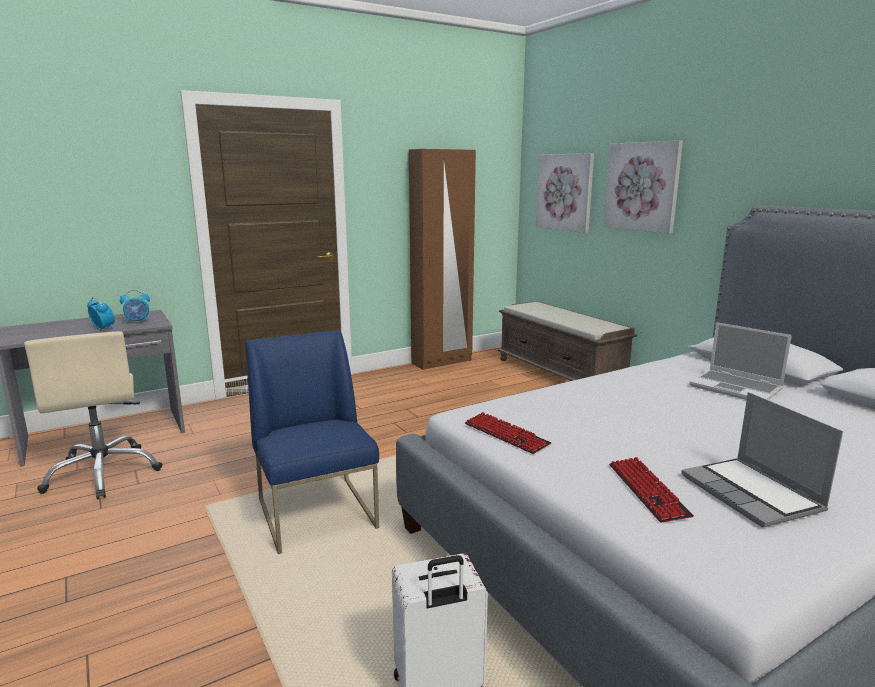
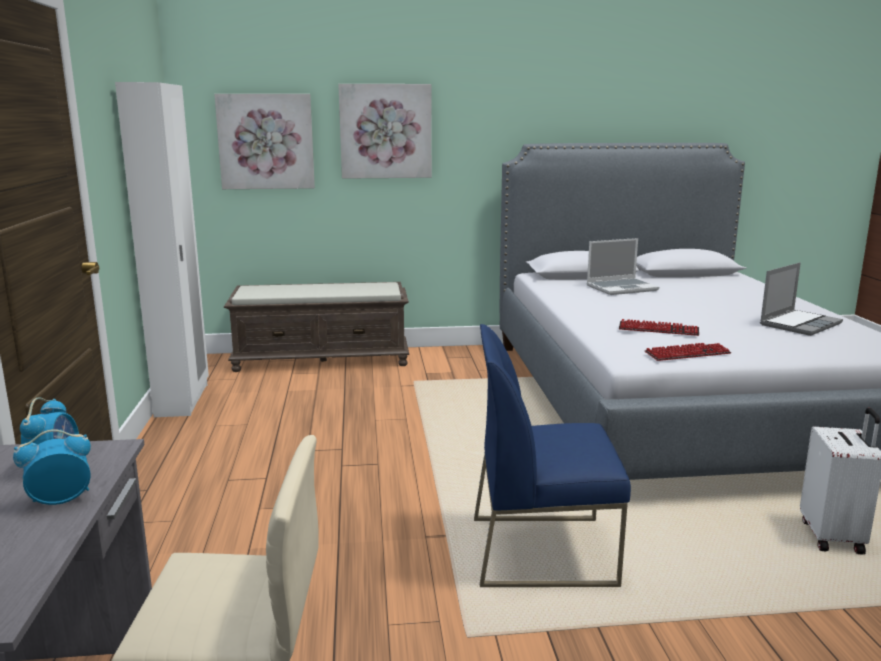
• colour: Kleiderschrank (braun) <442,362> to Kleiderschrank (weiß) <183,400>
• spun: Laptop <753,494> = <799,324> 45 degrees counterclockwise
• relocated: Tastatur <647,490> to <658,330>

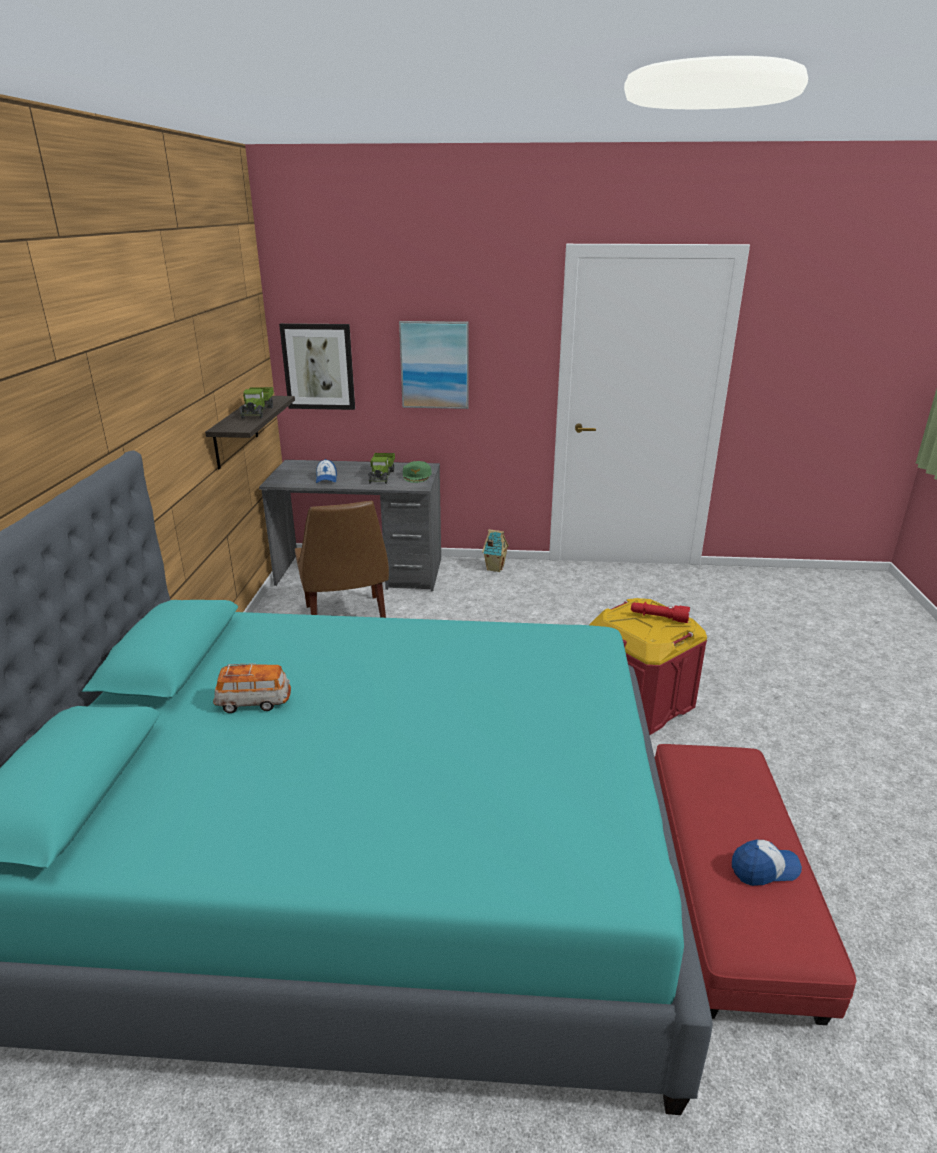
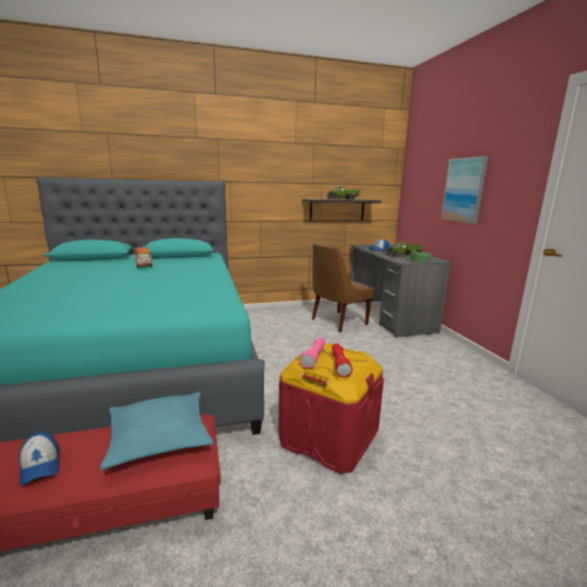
• missing: Bild <318,366>
• missing: Spielzeughaus <494,568>
• appeared: Taschenlampe (rosa) <314,357>
• appeared: Kissen (türkis) <159,437>

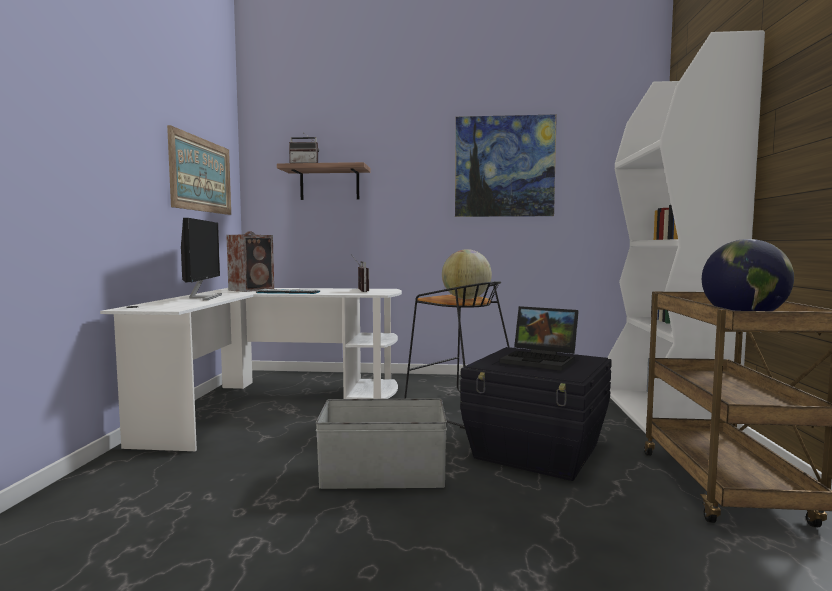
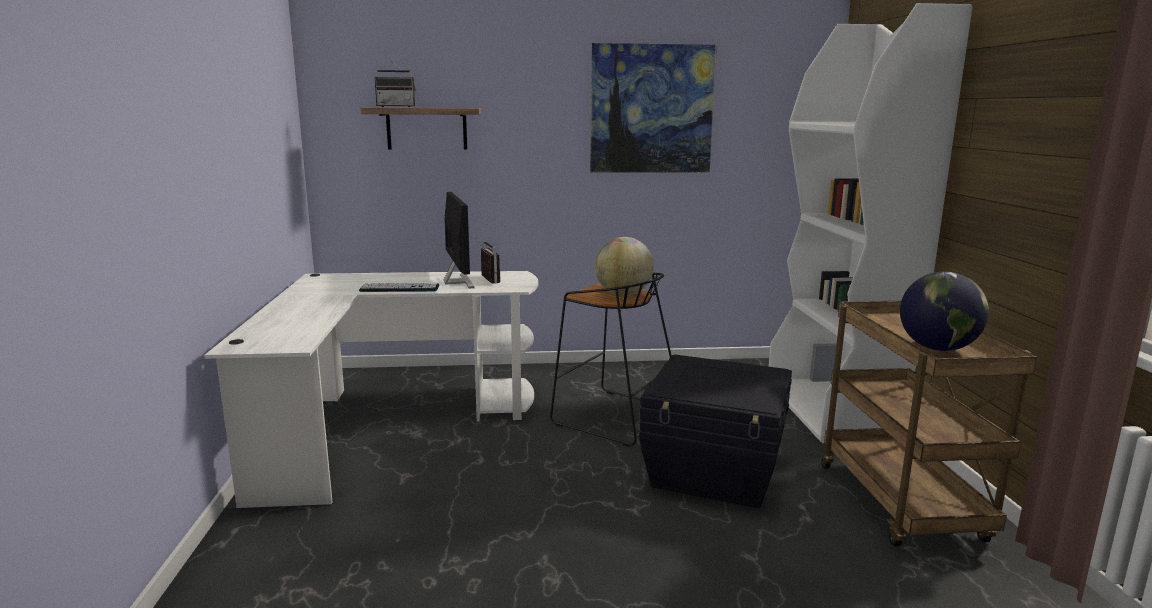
• missing: Bild <201,175>
• relocated: Monitor <203,297> to <457,282>
• missing: Lautsprecher <253,290>
• missing: Laptop <541,360>
• missing: Aufbewahrungsbox (grau) <382,474>

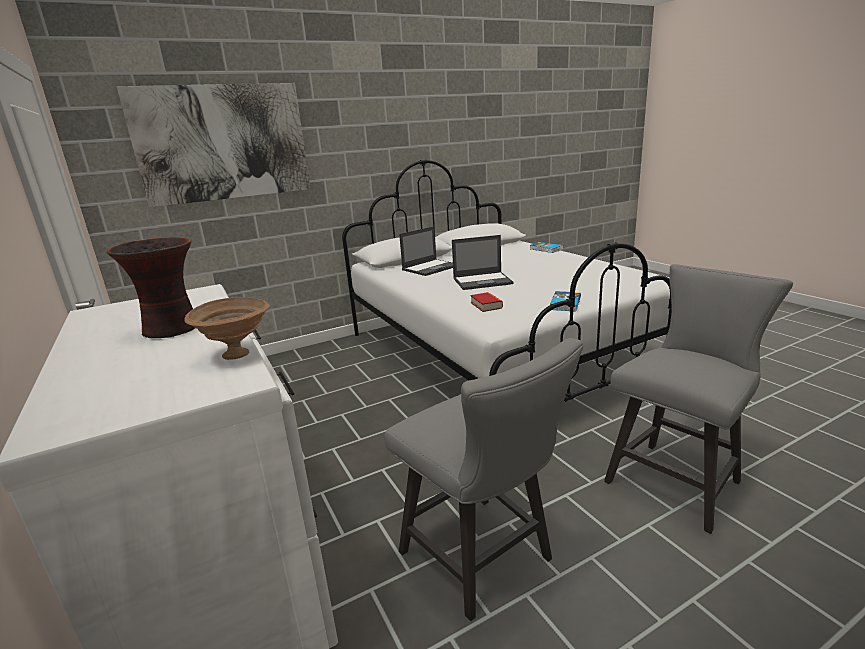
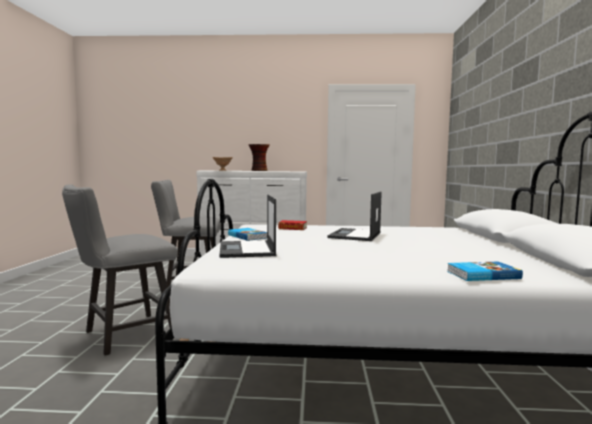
• missing: Bild <223,143>
• relocated: Laptop <431,267> to <247,250>
• spun: Stuhl (grau) <678,478> = <123,335> 60 degrees clockwise

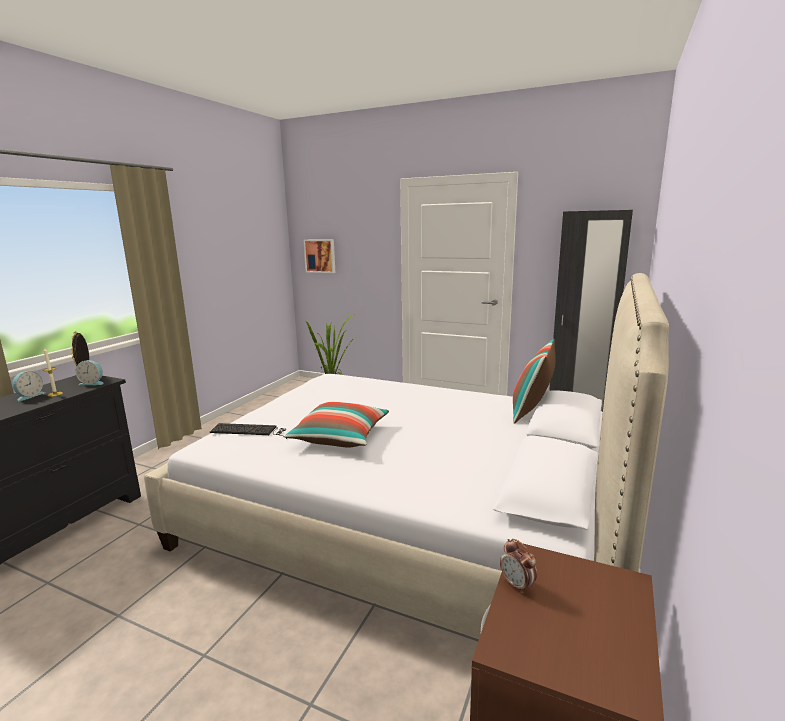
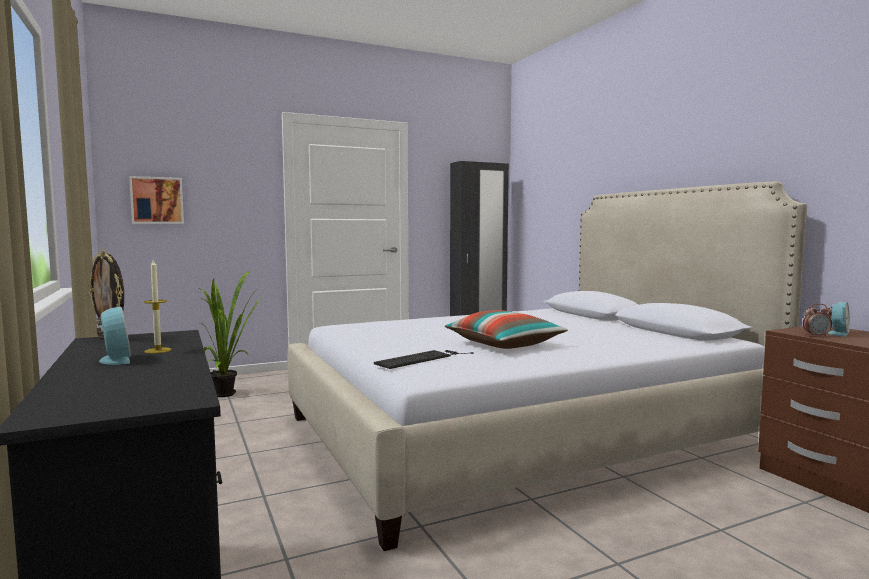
• missing: Kissen <532,411>
• relocated: Wecker <93,383> to <837,333>

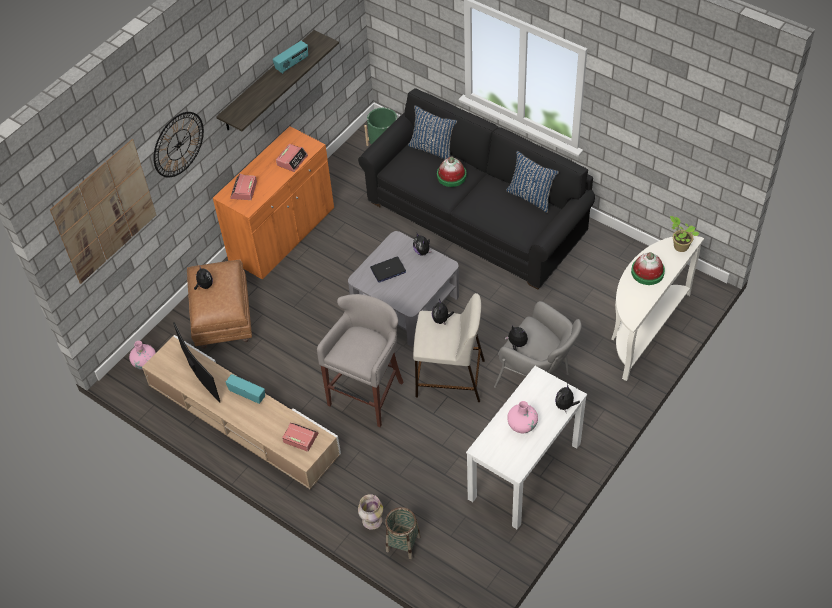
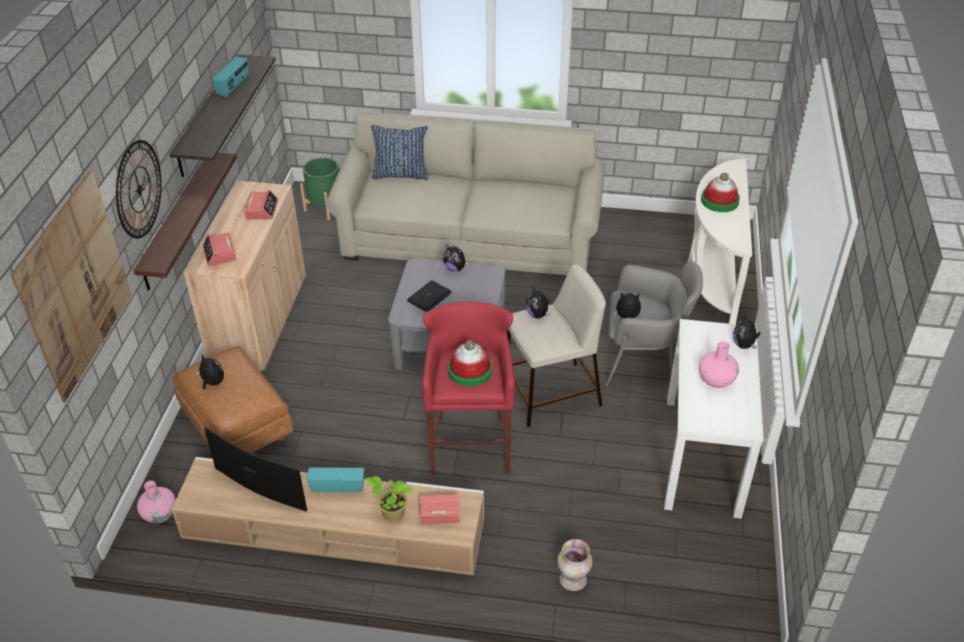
• colour: Sofa (schwarz) <477,218> to Sofa (beige) <470,239>
• colour: Schrank (orange) <282,234> to Schrank (beige) <259,319>
• missing: Kissen (blau) <531,197>
• relocated: Hut <451,176> to <470,370>
• relocated: Topfpflanze <679,246> to <391,513>
• colour: Hocker (grau) <368,393> to Hocker (rot) <470,442>
• missing: Korb <403,543>
• appeared: Wandregal <177,221>

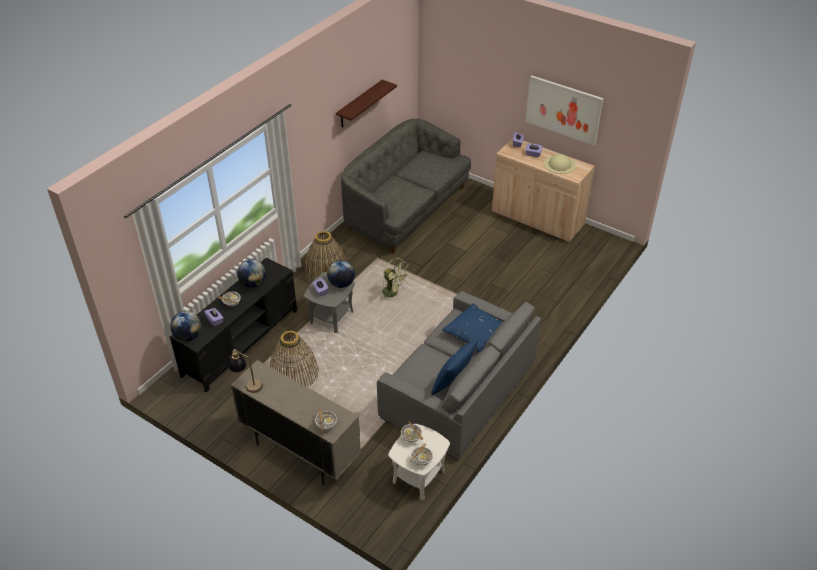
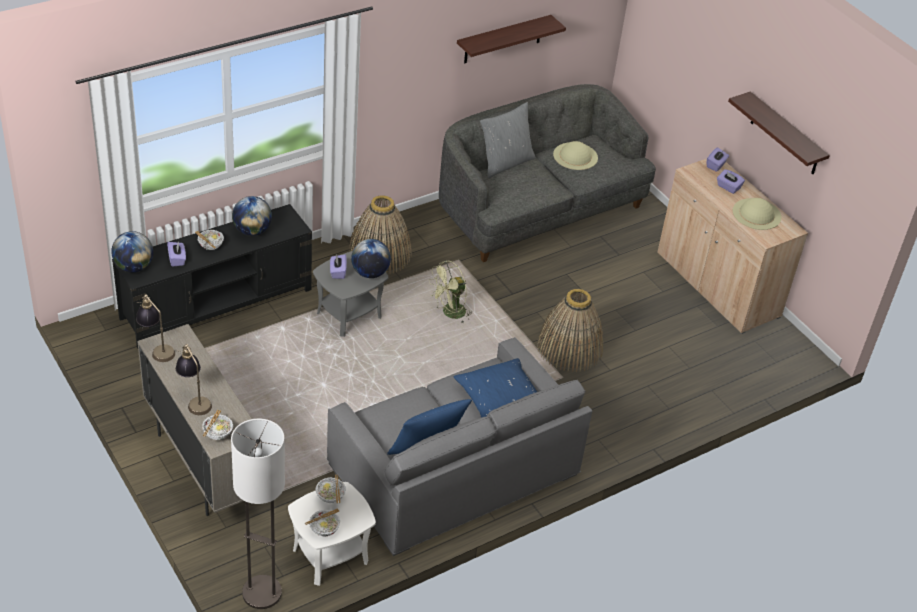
• exchanged: Bild <563,109> to Wandregal <785,135>
• spun: Ventilator (grün) <393,293> = <450,314> 90 degrees clockwise
• relocated: Korb <294,373> to <569,348>
• appeared: Kissen (grau) <505,163>
• appeared: Hut (beige) <575,156>
• appeared: Tischlampe <194,400>
• appeared: Stehlampe <261,593>

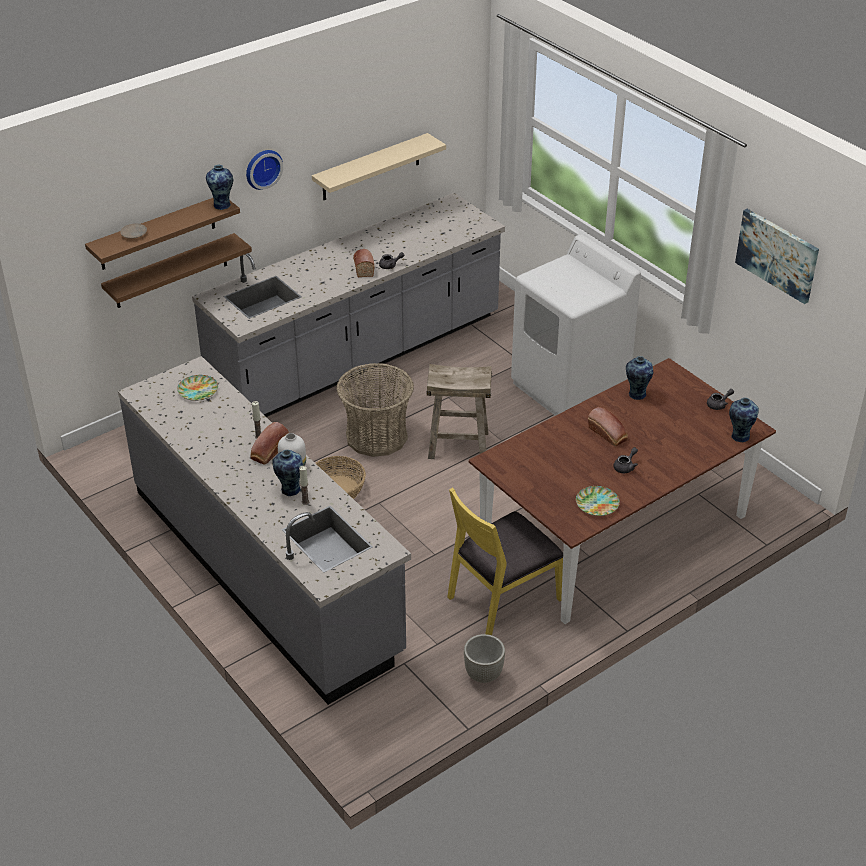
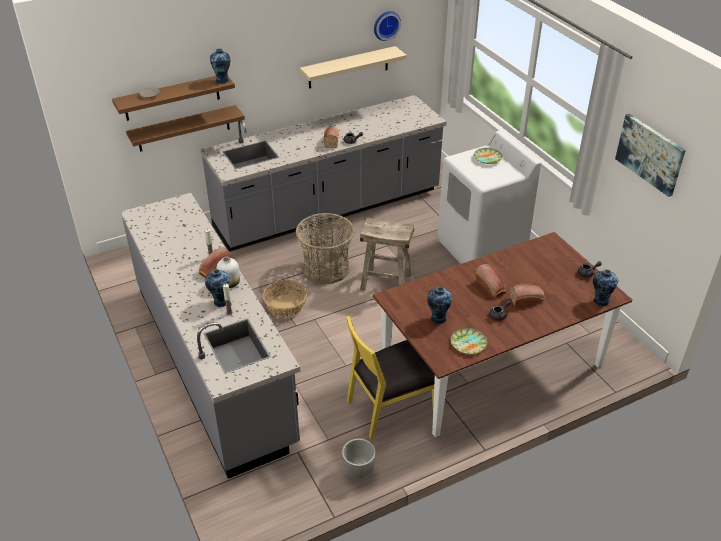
• relocated: Wanduhr <262,168> to <386,25>
• relocated: Vase <636,394> to <437,318>
• relocated: Teller <198,390> to <488,158>
• appeared: Brot <527,299>

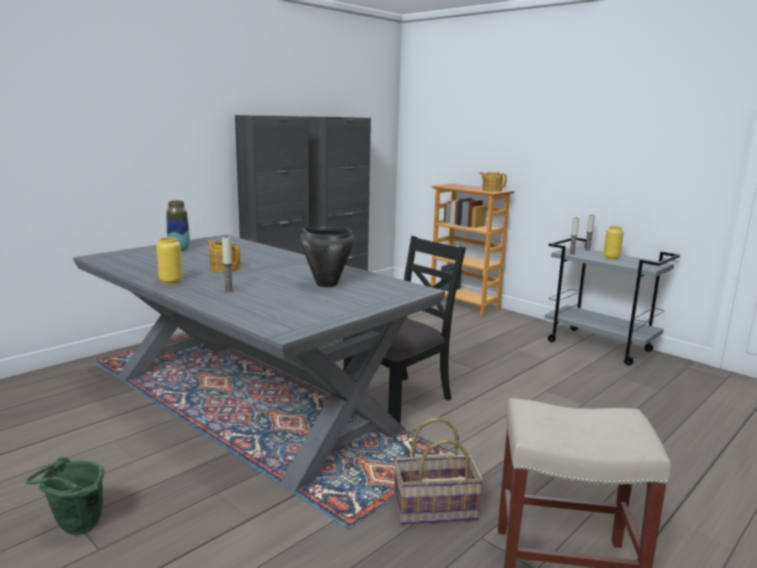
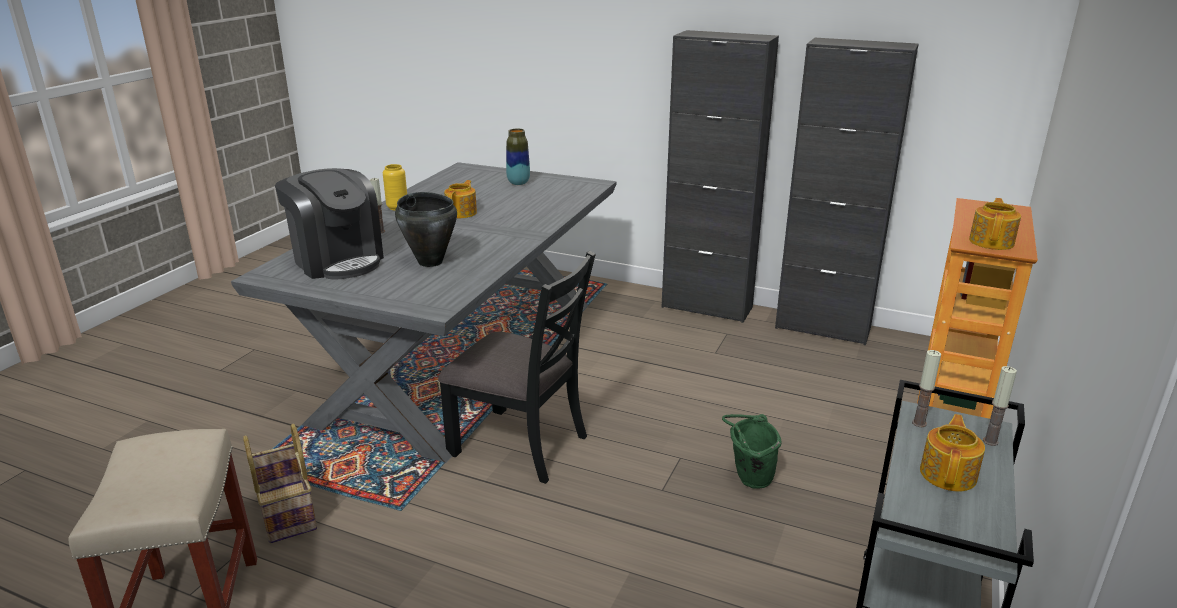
• exchanged: Vase (gelb) <611,258> to Teekanne <949,474>
• relocated: Eimer (grün) <75,528> to <748,479>
• appeared: Kaffeemaschine <337,260>

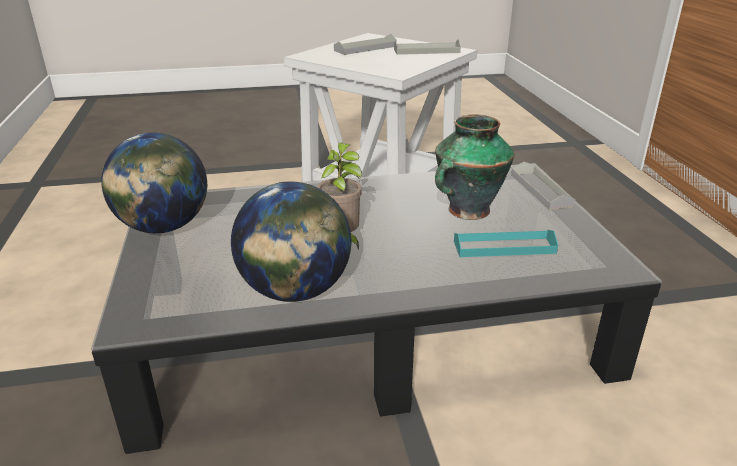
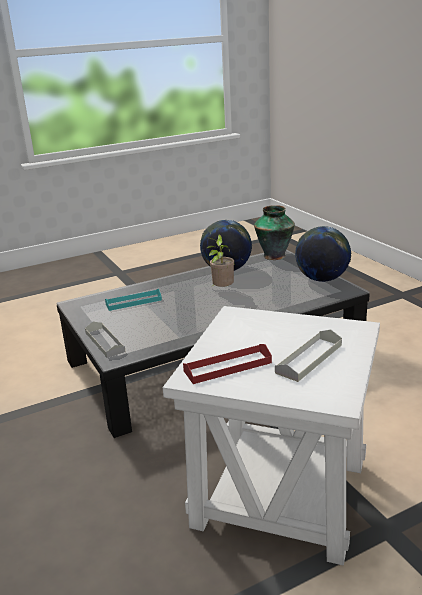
• colour: Tablett (grau) <426,51> to Tablett (rot) <227,367>
• relocated: Vase <467,211> to <275,255>

